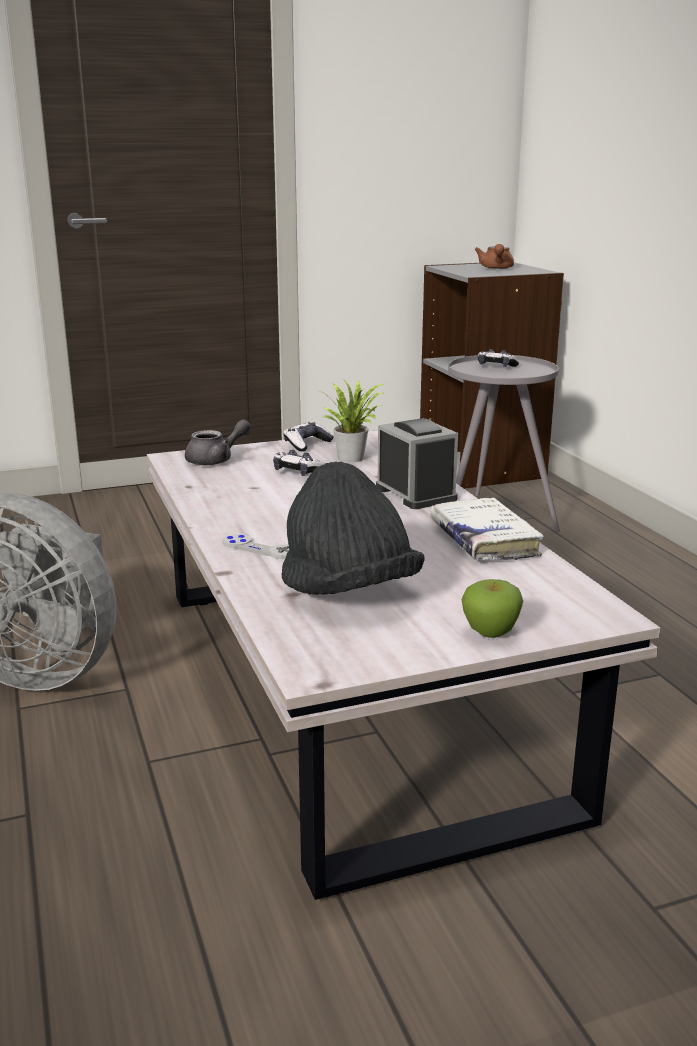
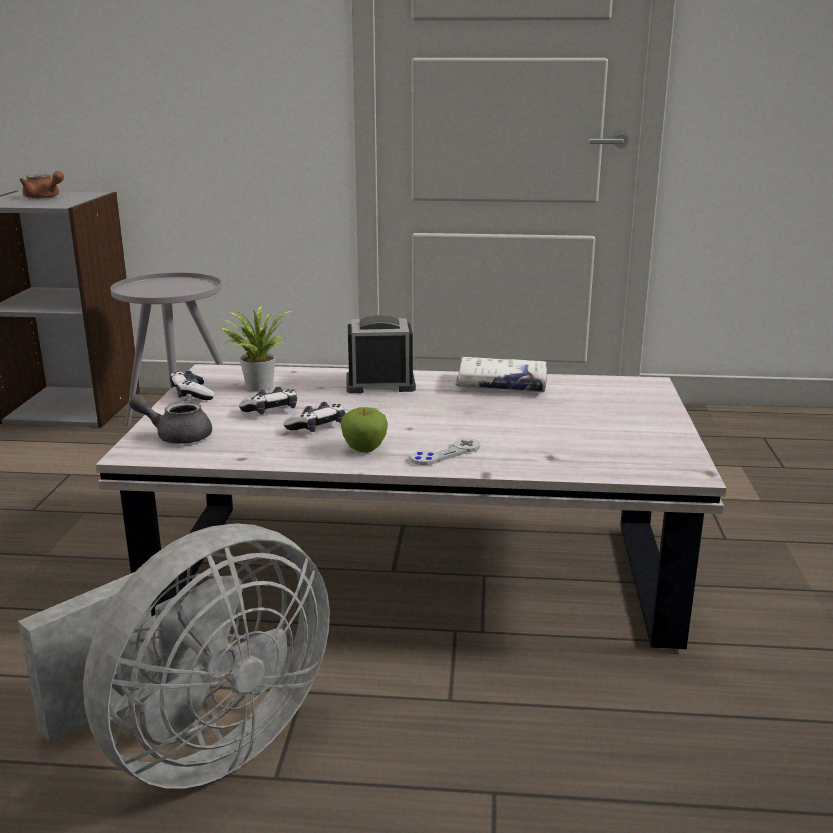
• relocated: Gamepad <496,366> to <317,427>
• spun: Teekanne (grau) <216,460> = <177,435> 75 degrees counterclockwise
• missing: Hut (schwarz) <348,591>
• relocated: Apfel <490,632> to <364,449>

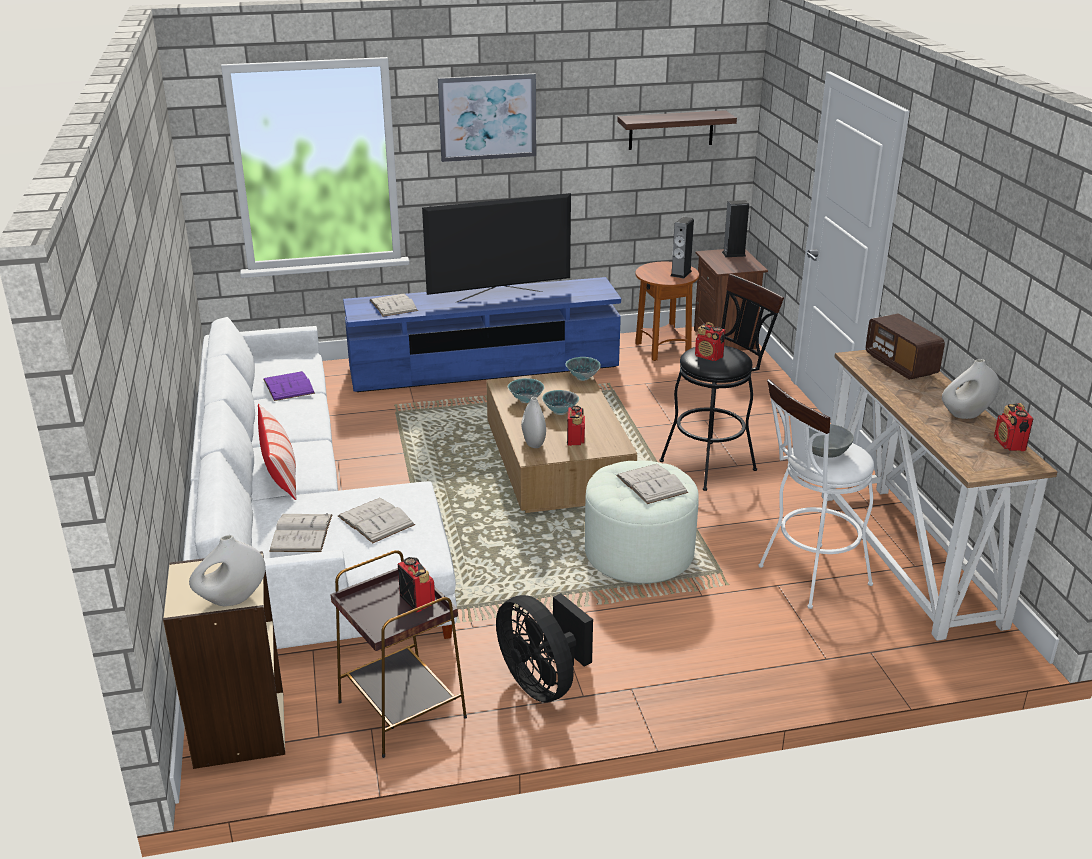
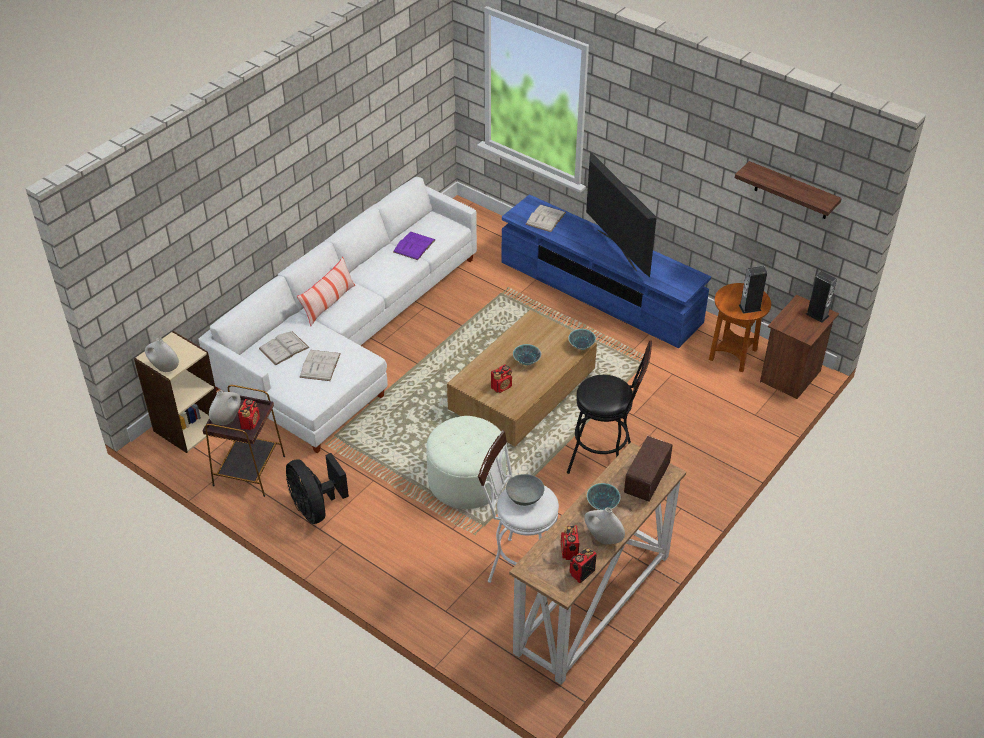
• missing: Bild <487,117>
• spun: Fernseher <499,296> = <615,250> 150 degrees counterclockwise
• relocated: Radio <709,357> to <569,552>
• relocated: Schüssel <525,400> to <602,505>
• relocated: Vase (weiß) <533,443> to <227,419>
• missing: Buch (weiß) <651,484>
• spun: Ventilator (schwarz) <543,682> = <315,508> 45 degrees counterclockwise

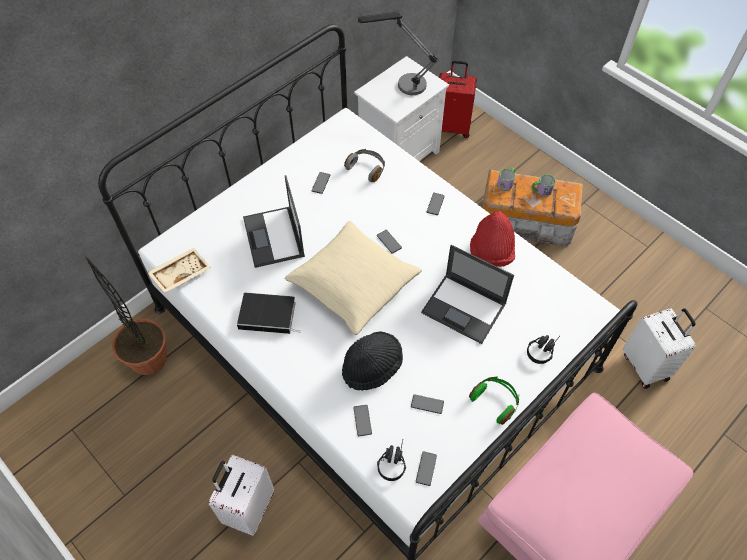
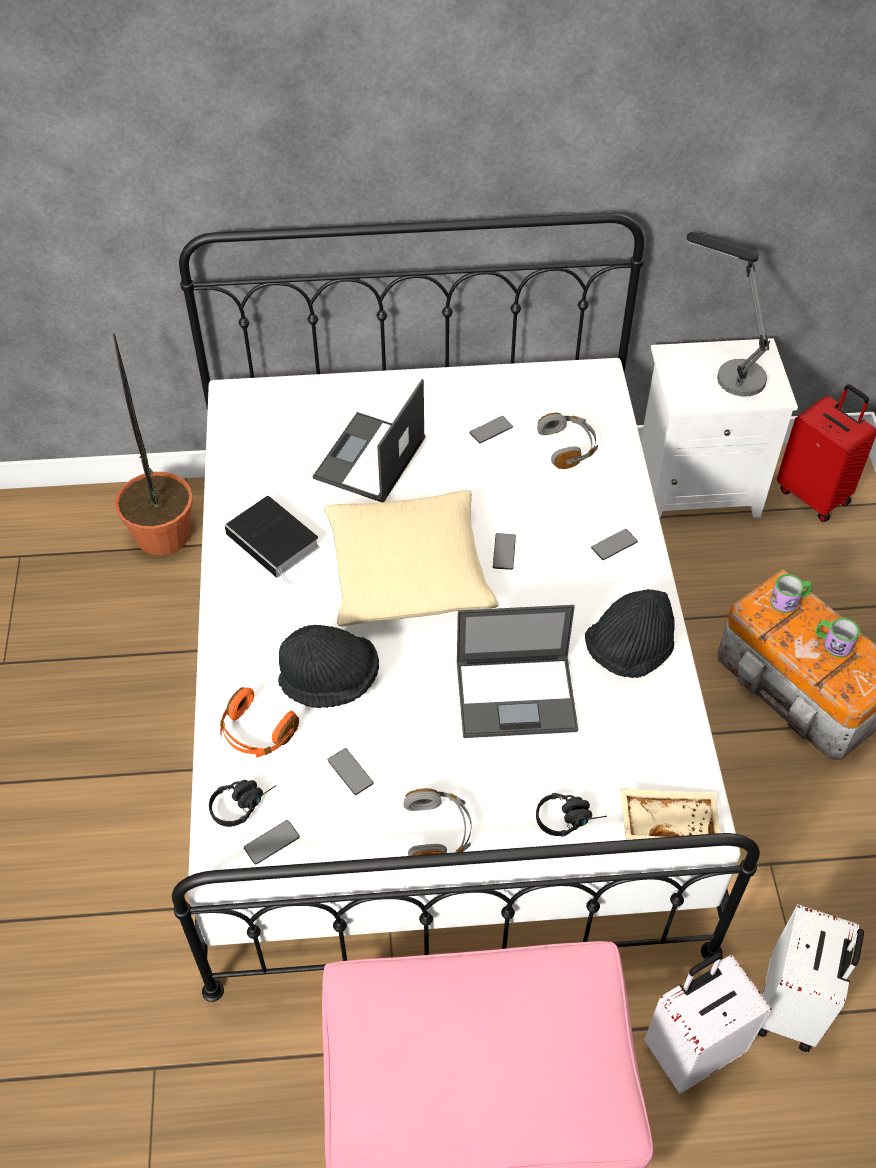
• colour: Hut (rot) <491,252> to Hut (schwarz) <628,652>
• spun: Laptop <464,308> = <517,696> 75 degrees counterclockwise
• relocated: Tablett (beige) <180,273> to <668,821>
• colour: Kopfhörer (grün) <495,401> to Kopfhörer (grau) <438,833>
• exchanged: Handy <362,420> to Kopfhörer (orange) <256,732>
• relocated: Koffer (weiß) <248,507> to <692,1048>

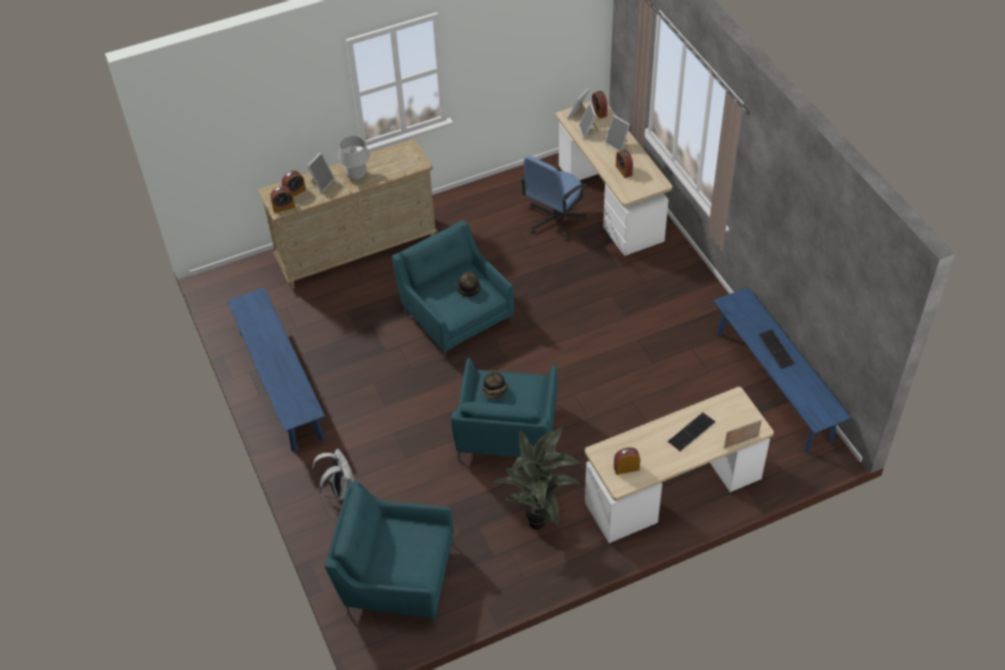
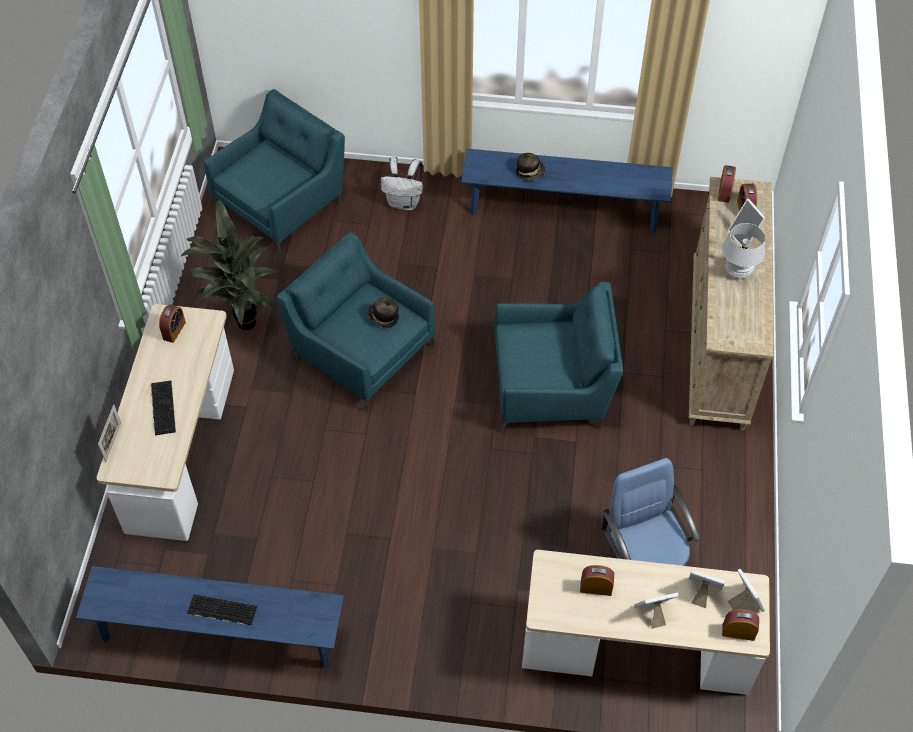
• relocated: Hut <468,288> to <530,172>

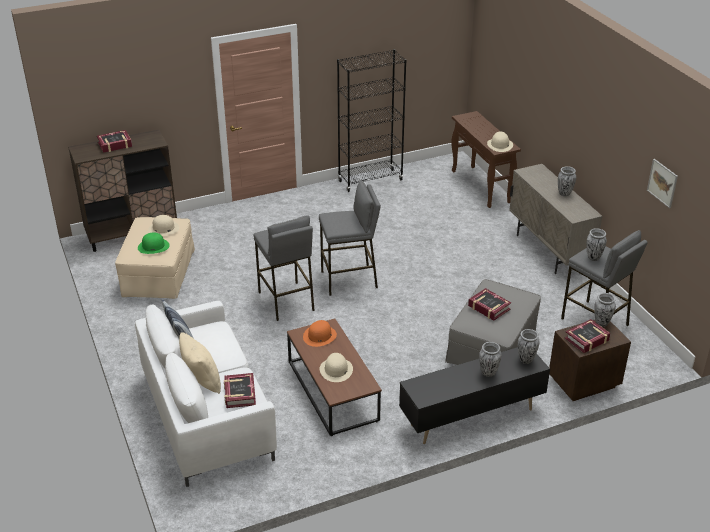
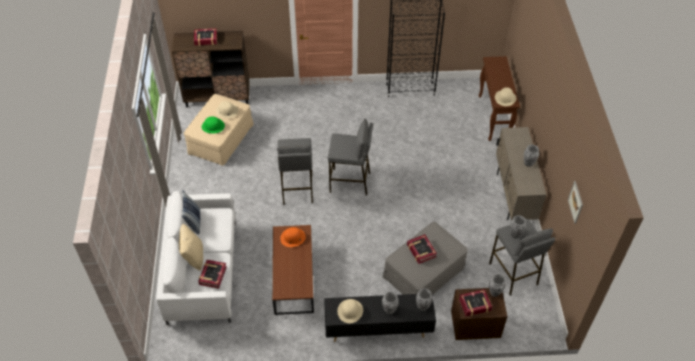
• relocated: Hut (beige) <336,370> to <350,311>

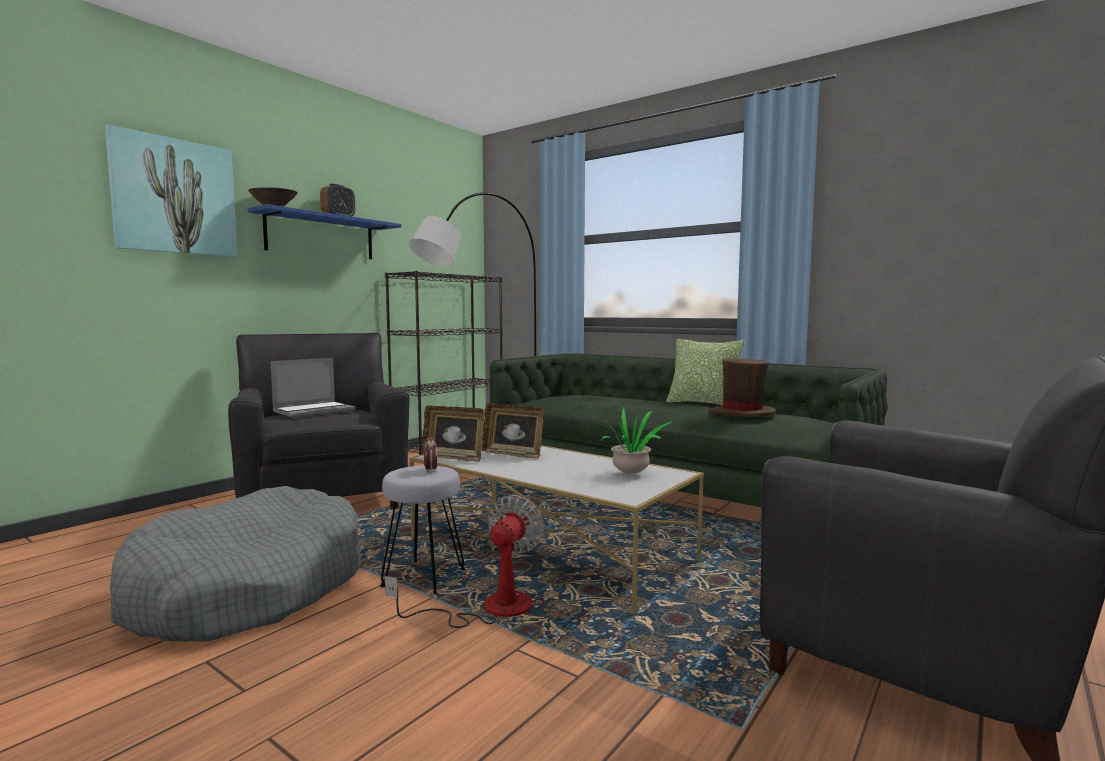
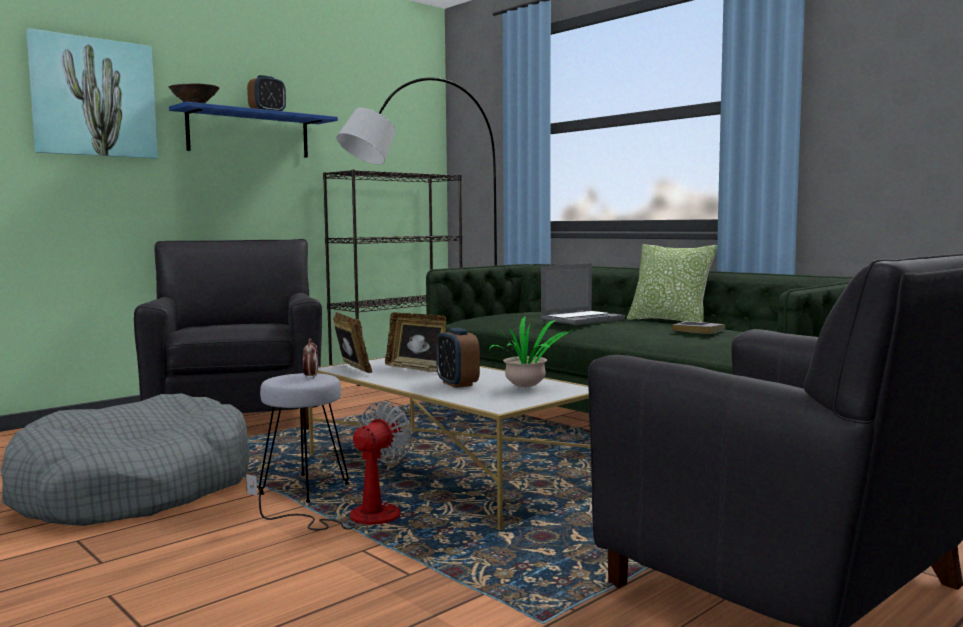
• relocated: Laptop <315,411> to <582,320>
• exchanged: Hut (braun) <742,414> to Buch <698,331>
• spun: Bilderrahmen <453,457> = <351,369> 150 degrees counterclockwise
• appeared: Wecker <457,384>

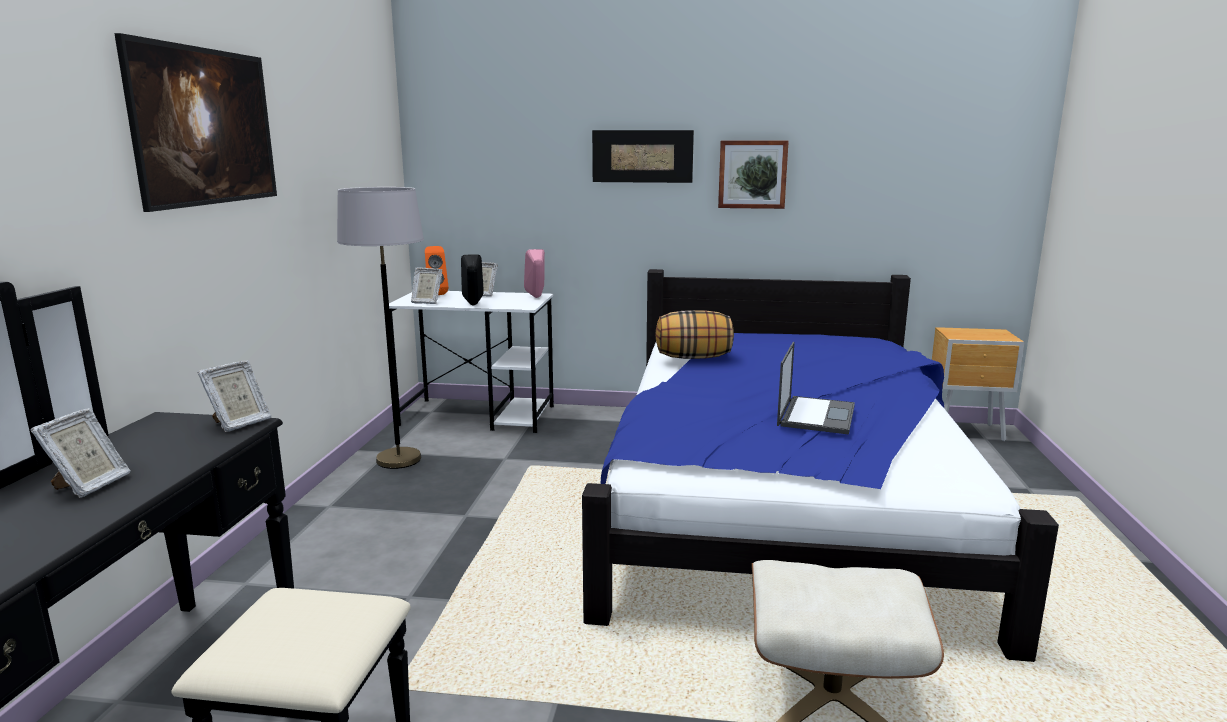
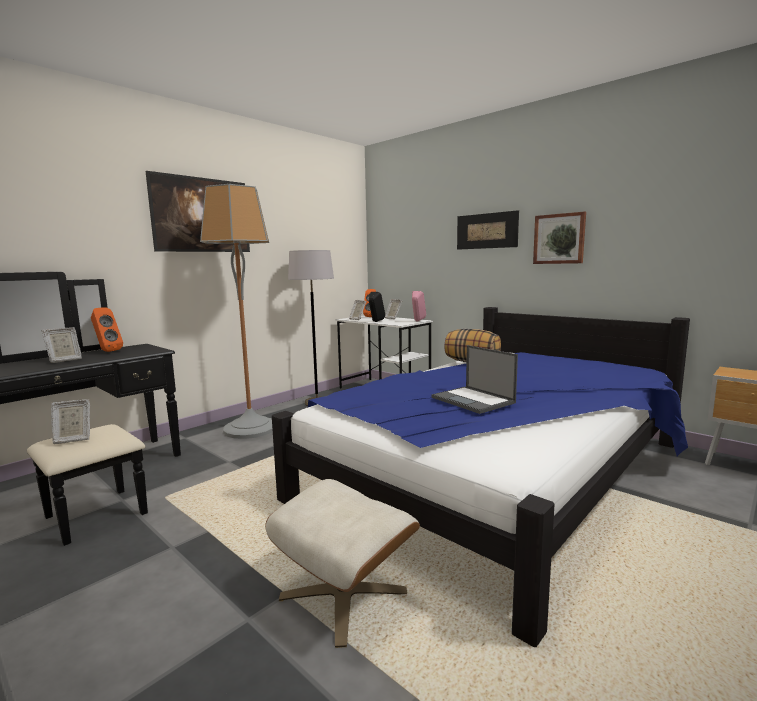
• spun: Laptop <816,415> = <473,400> 90 degrees clockwise
• relocated: Bilderrahmen <239,423> to <73,439>
• appeared: Stehlampe <250,428>
• appeared: Lautsprecher (orange) <107,351>

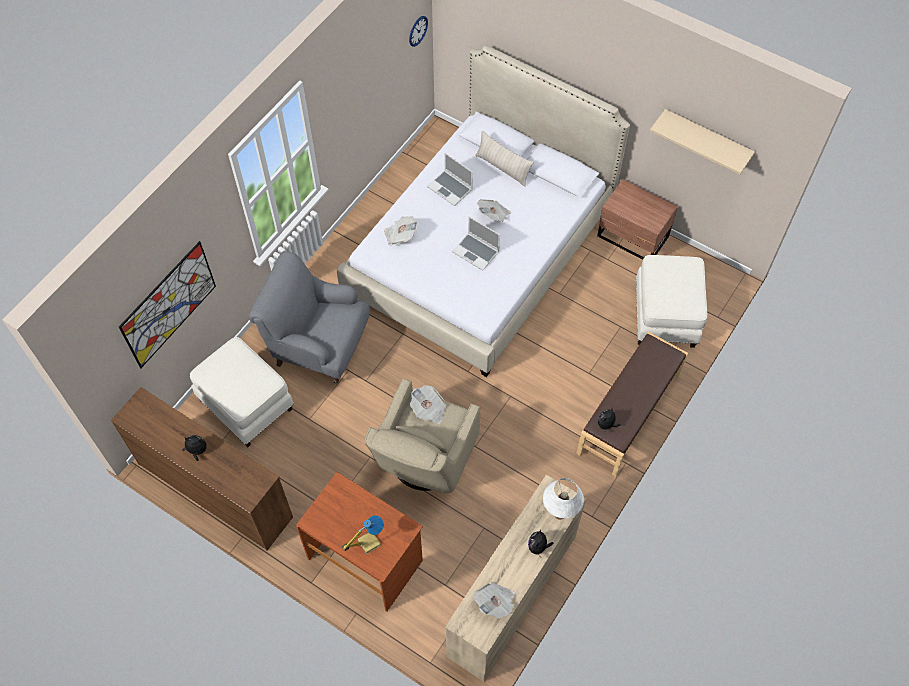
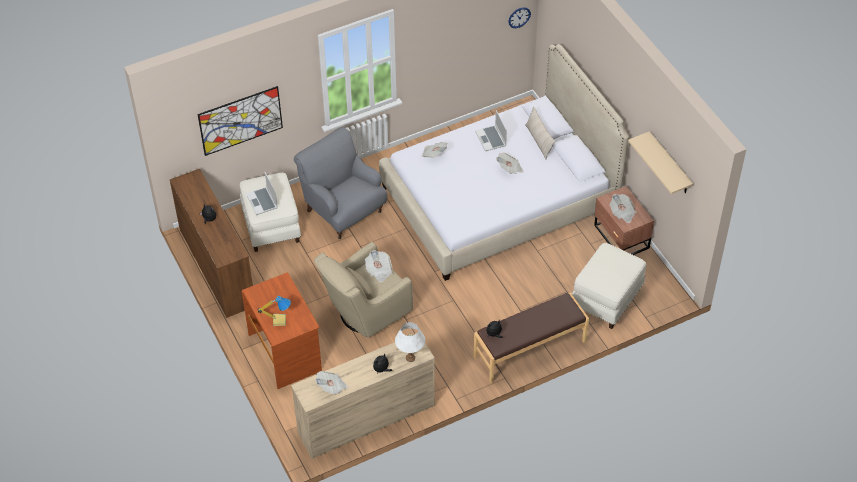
• relocated: Laptop <476,252> to <262,202>
• appeared: Zeitung <622,213>

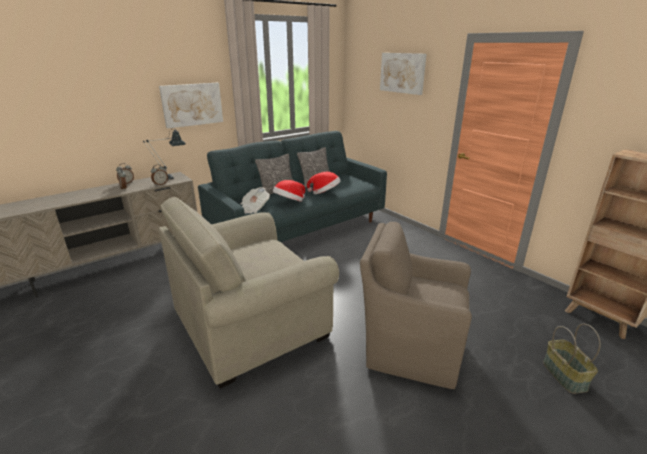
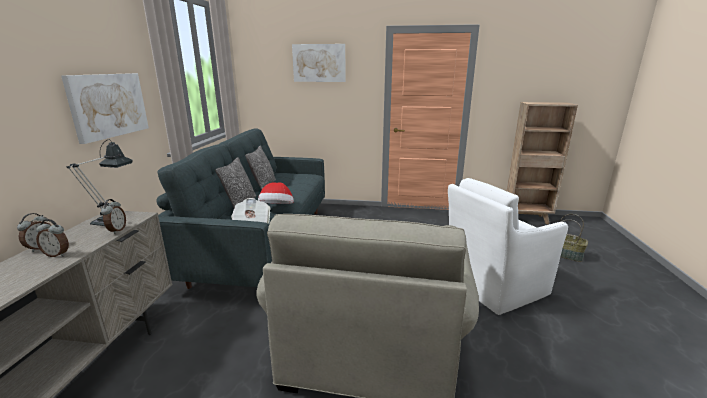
• missing: Hut <324,193>
• colour: Sessel (braun) <409,349> to Sessel (weiß) <493,286>

